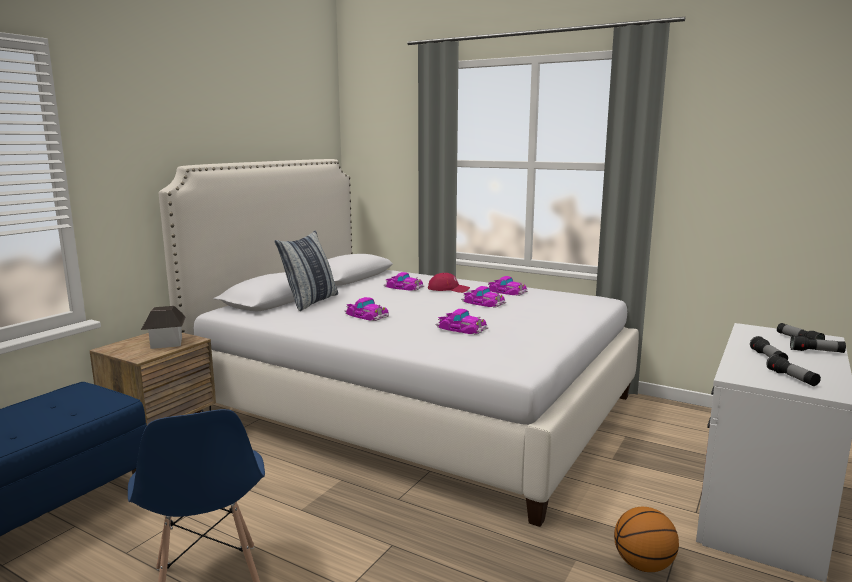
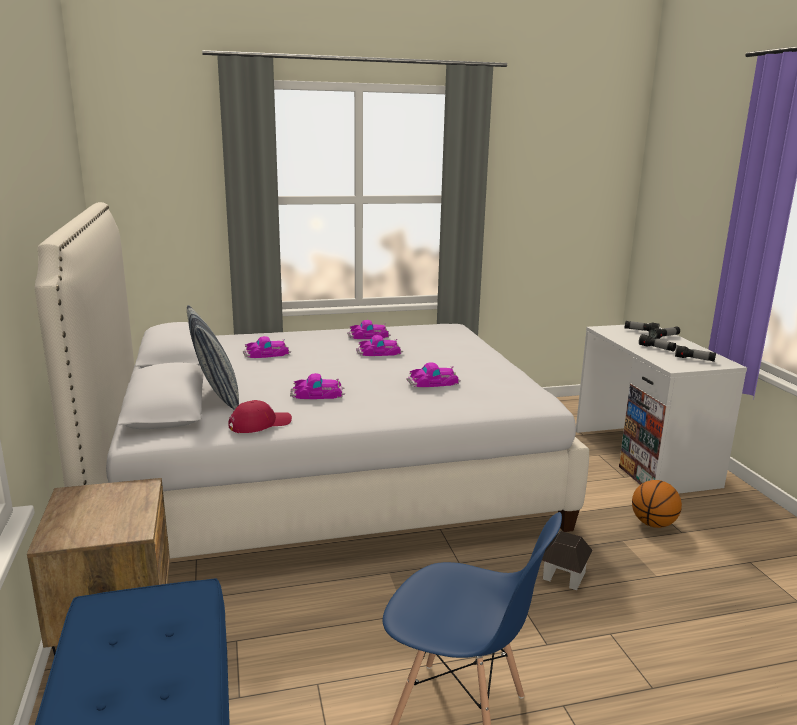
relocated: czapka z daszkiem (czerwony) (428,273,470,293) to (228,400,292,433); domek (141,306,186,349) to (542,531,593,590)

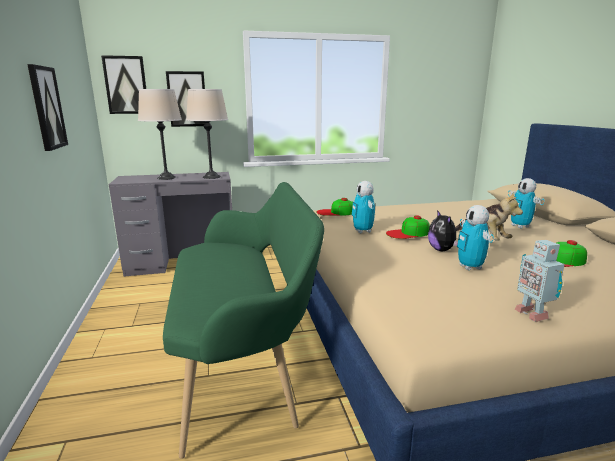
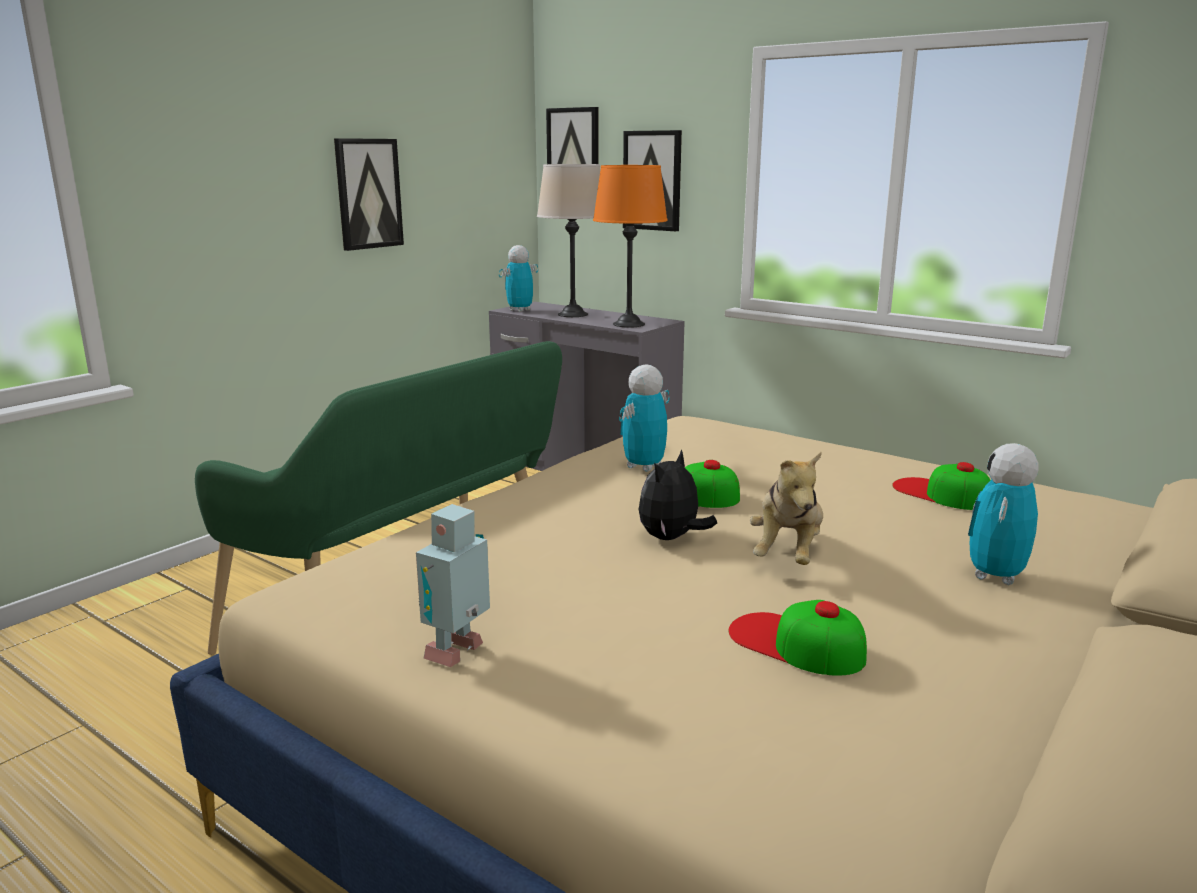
relocated: robot zabawkowy (457,205,494,271) to (499,245,538,312); czapka z daszkiem (316,198,353,216) to (892,462,990,510)
colour: lampa stołowa (beżowy) (186,89,228,179) to lampa stołowa (pomarańczowy) (593,165,668,328)

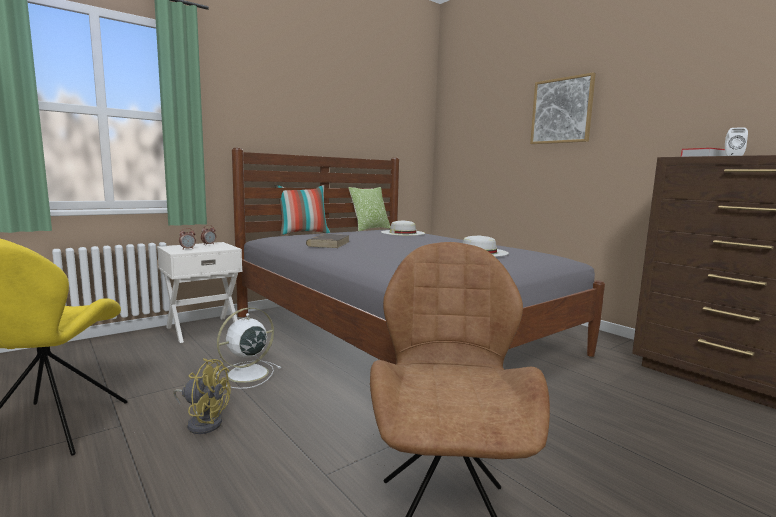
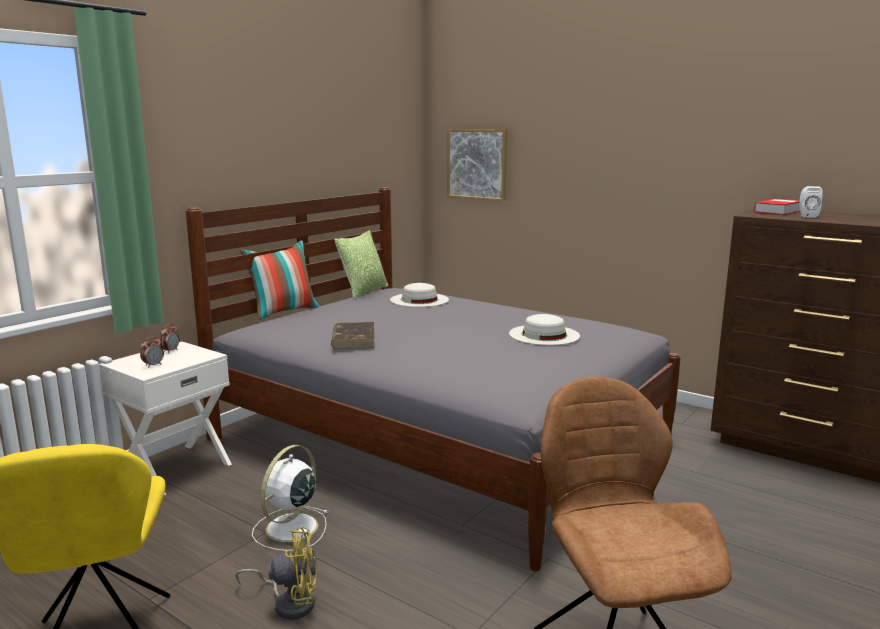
relocated: obraz (530,72,596,144) to (447,129,508,201)

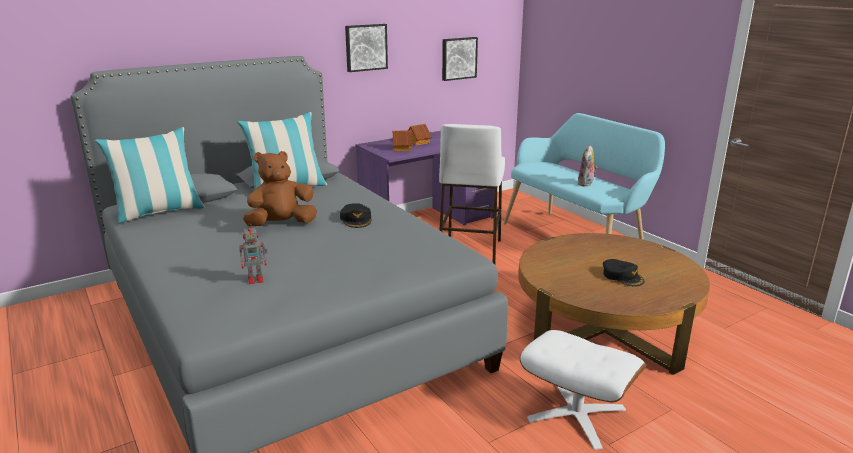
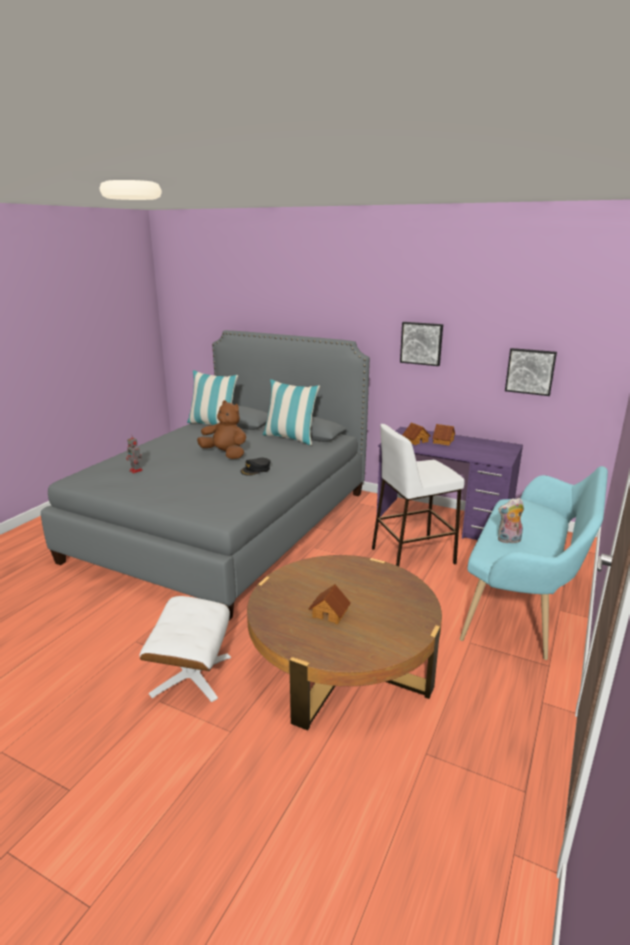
exchanged: czapka z daszkiem (czarny) (603,259,645,287) to domek (308,584,351,624)

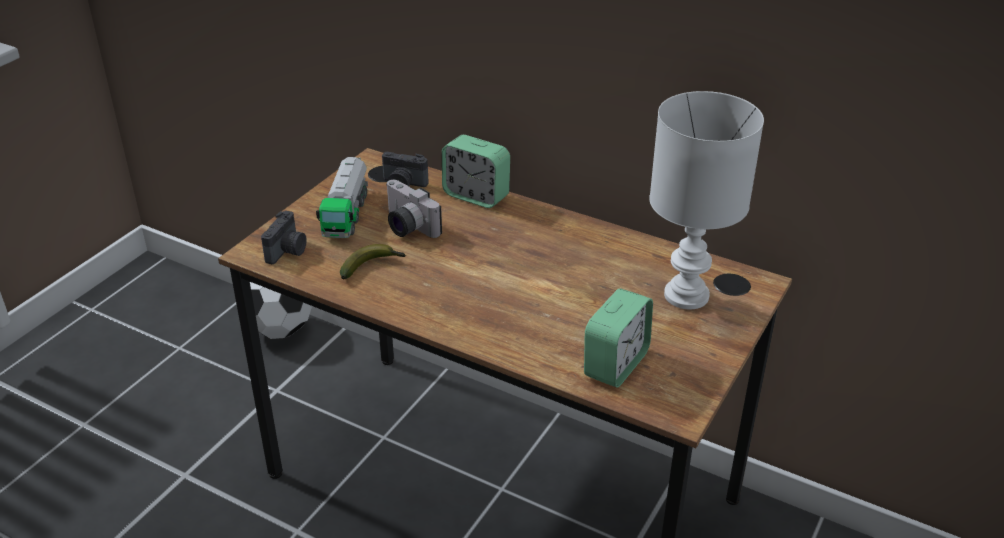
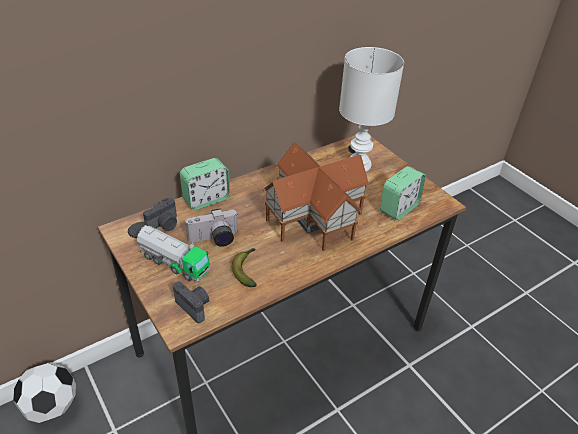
appeared: domek (263,142,370,251)
spun: budzik (584,288,653,387) = (380,166,426,220) 75 degrees clockwise

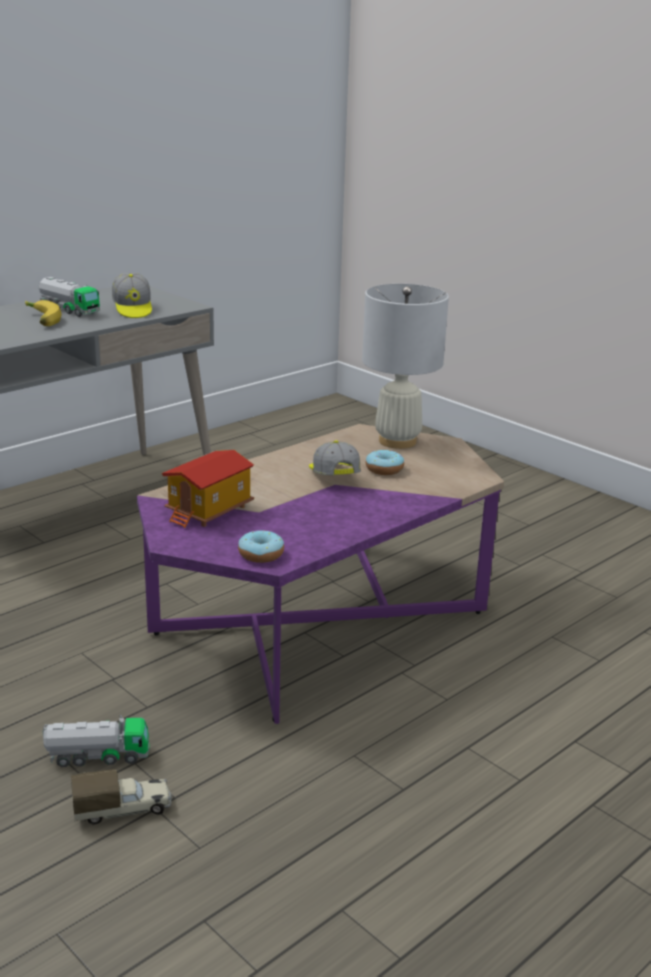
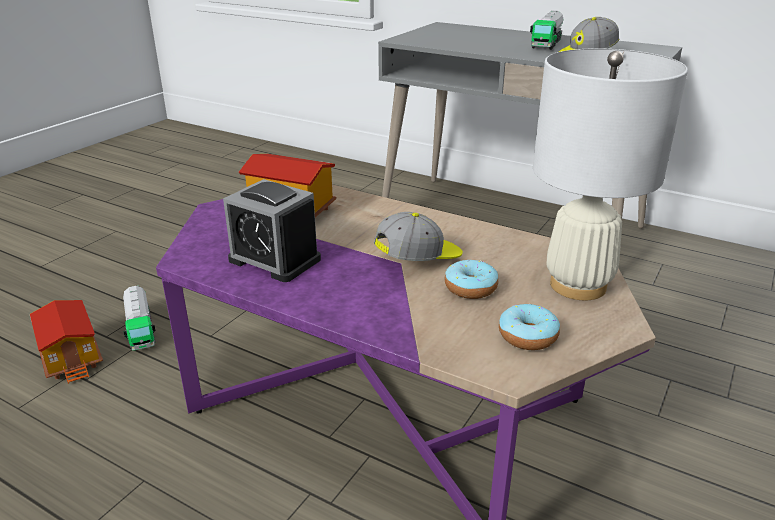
missing: banan (25,300,62,326)
appeared: budzik (223,179,321,282)
relocated: donut (238,530,284,563) to (499,304,560,350)
exchanged: ciężarówka zabawkowa (71,769,172,824) to domek (30,300,103,384)

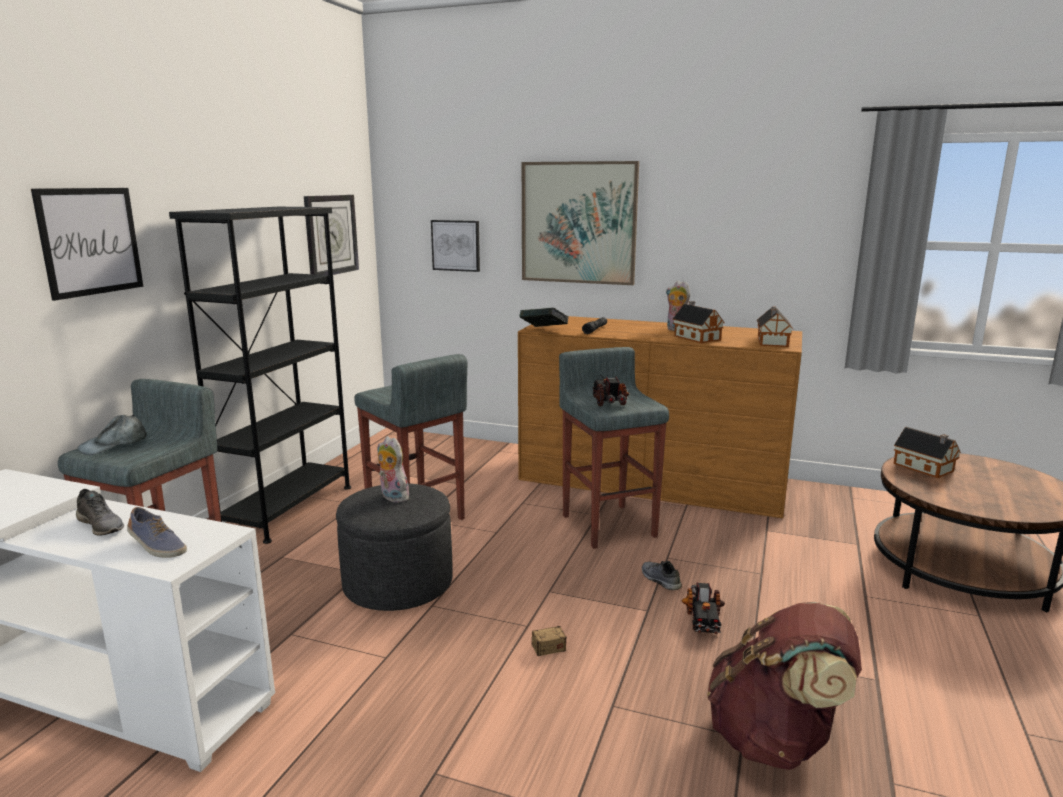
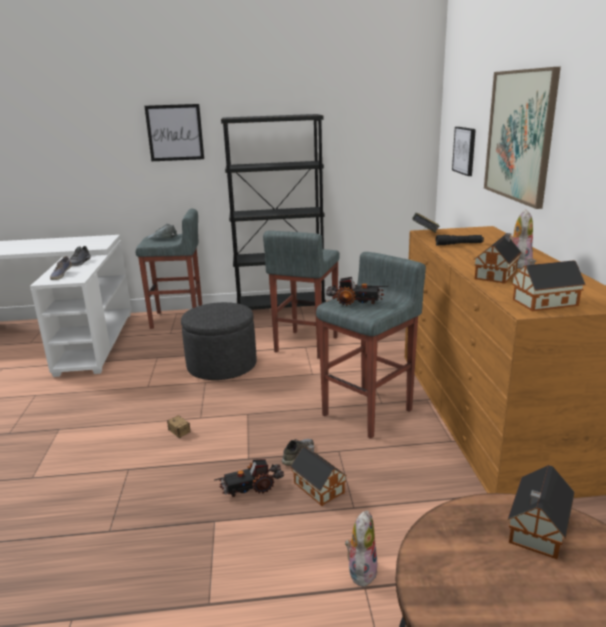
missing: zegar ścienny (304,195,359,275); plecak (brązowy) (707,602,862,770)
appeared: domek (290,444,347,506)
relocated: pluszak (377,436,410,503) to (345,511,378,589)
spun: ciężarówka zabawkowa (592,374,629,406) = (326,277,388,306) 45 degrees clockwise

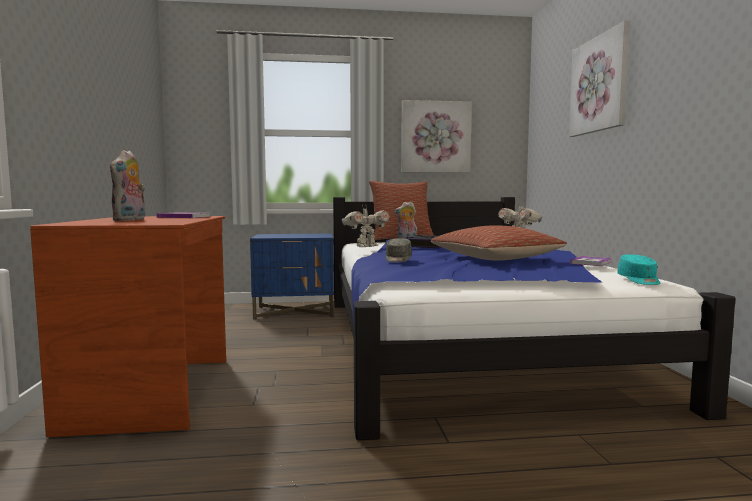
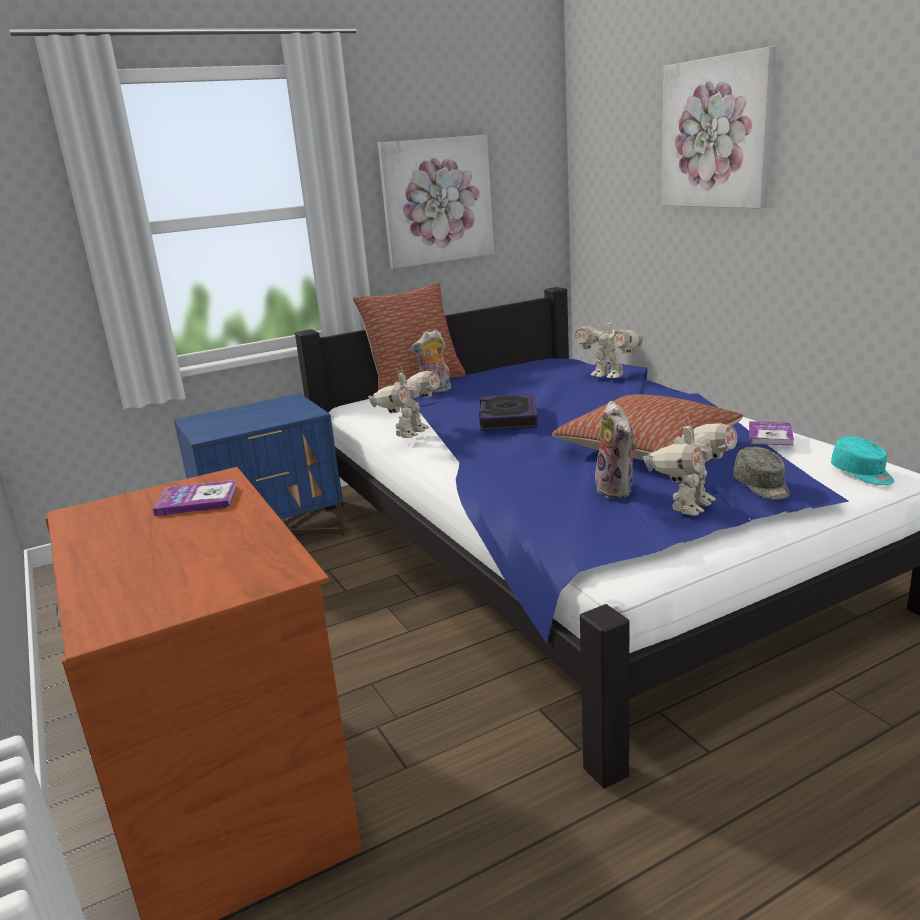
appeared: robot zabawkowy (643,418,737,516)
relocated: pluszak (110,150,145,221) to (594,401,636,498); czapka z daszkiem (szary) (386,238,412,262) to (733,447,790,499)

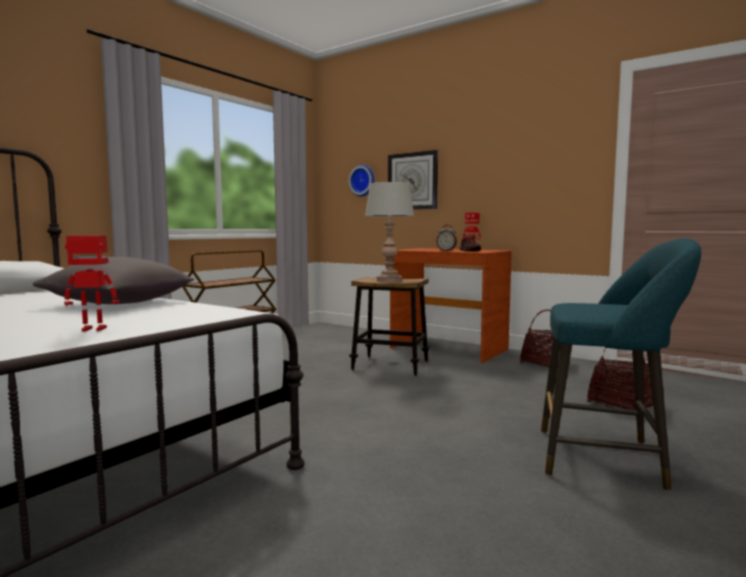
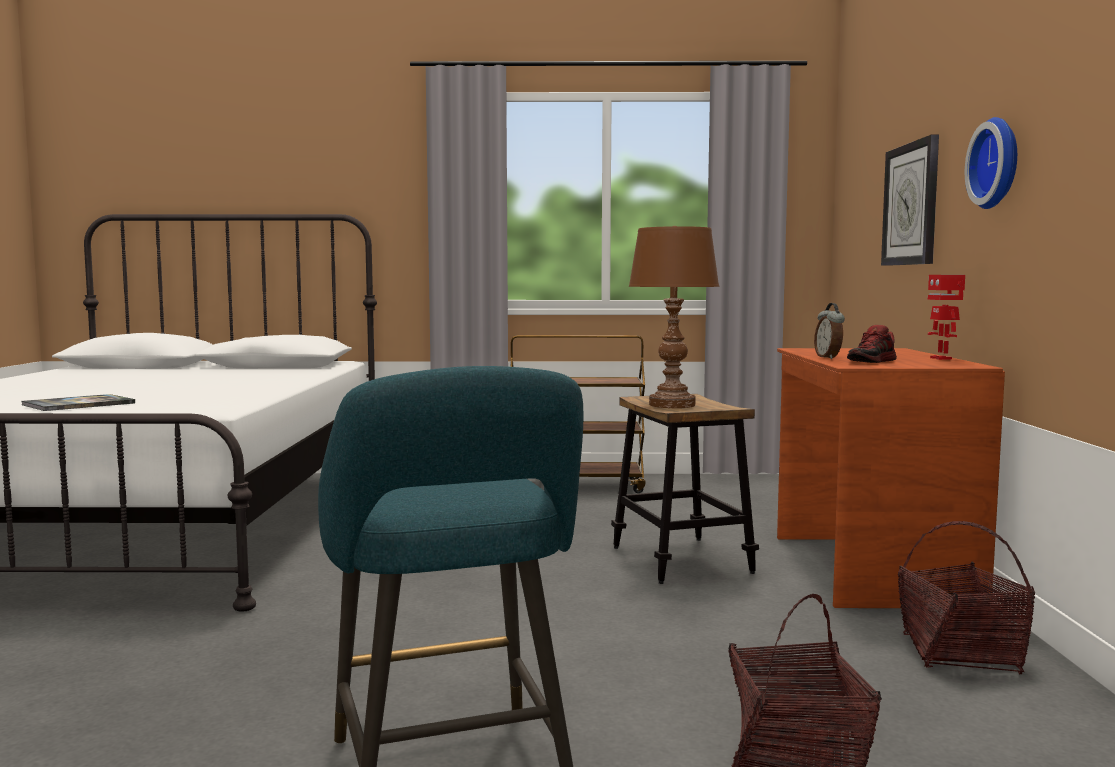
missing: poduszka (szary) (33,257,194,304)
relocated: zegar ścienny (349,165,374,197) to (965,117,1017,209)
exchanged: robot zabawkowy (64,235,120,332) to książka (22,394,135,411)
colour: lampa stołowa (szary) (365,182,414,283) to lampa stołowa (brązowy) (629,226,719,408)

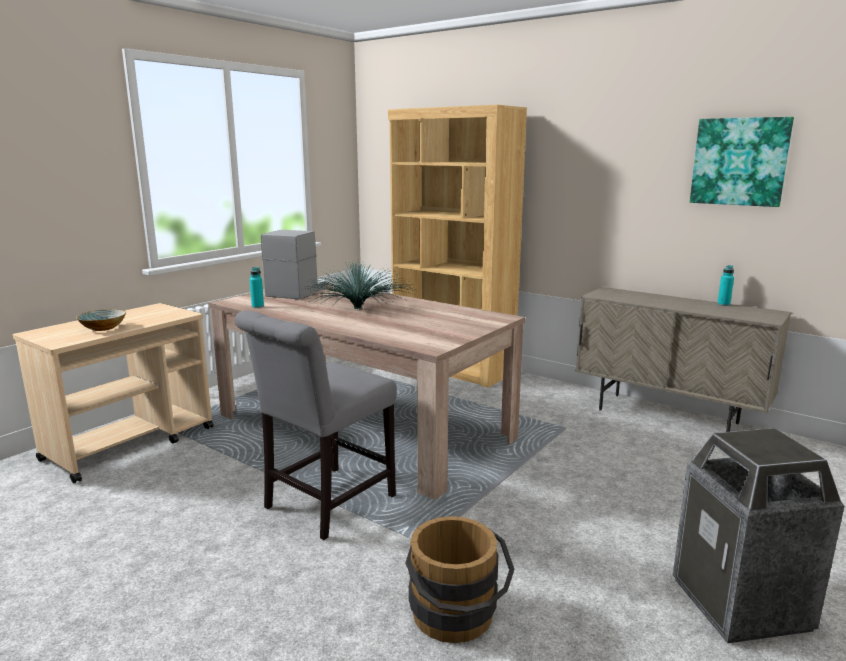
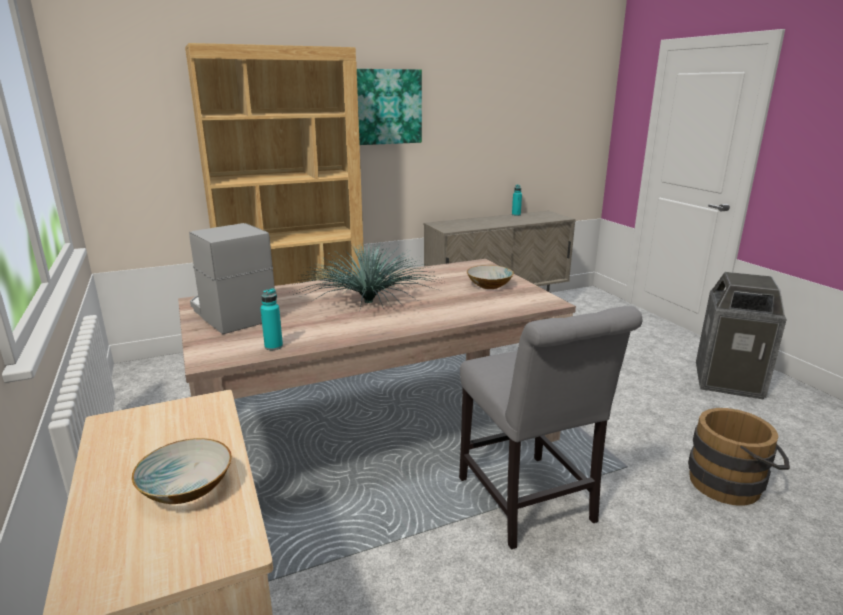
appeared: miska (467,265,514,289)
relocated: obraz (690,117,794,207) to (357,69,422,145)

